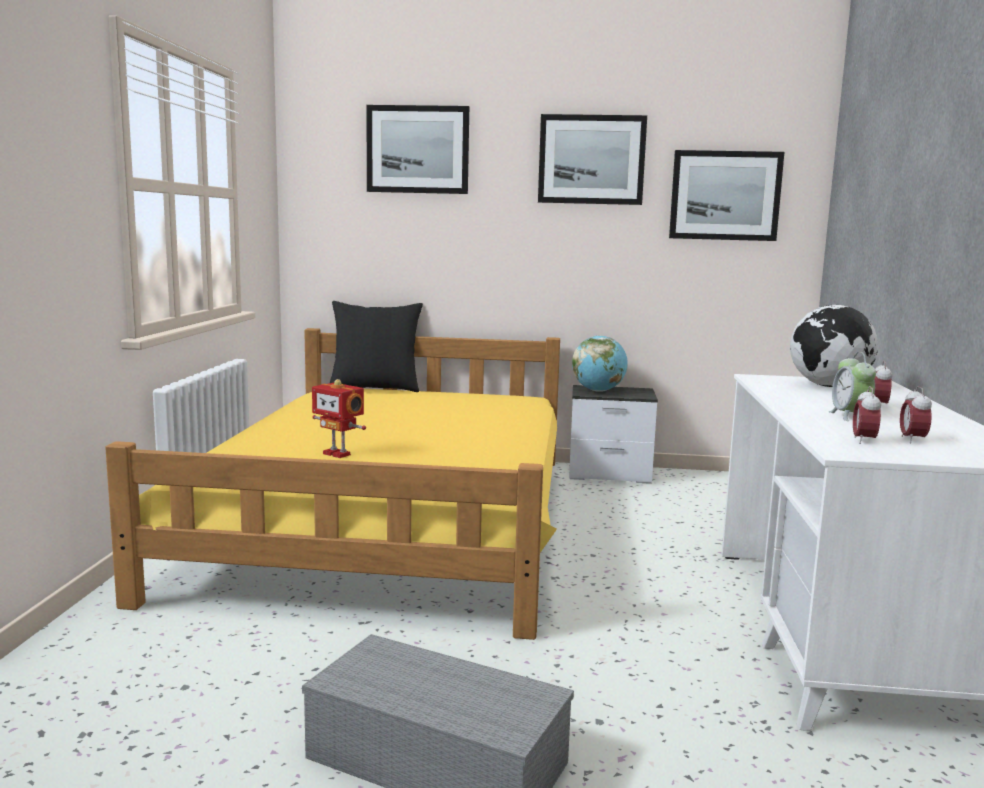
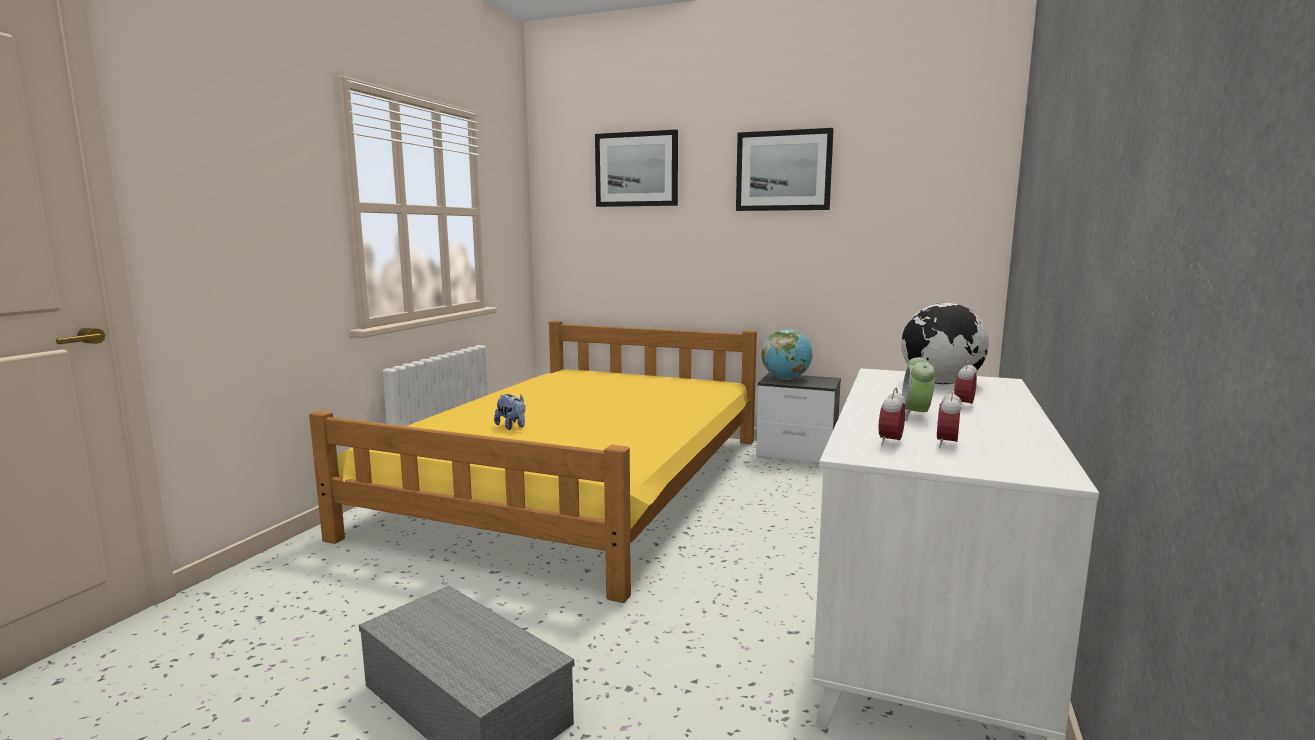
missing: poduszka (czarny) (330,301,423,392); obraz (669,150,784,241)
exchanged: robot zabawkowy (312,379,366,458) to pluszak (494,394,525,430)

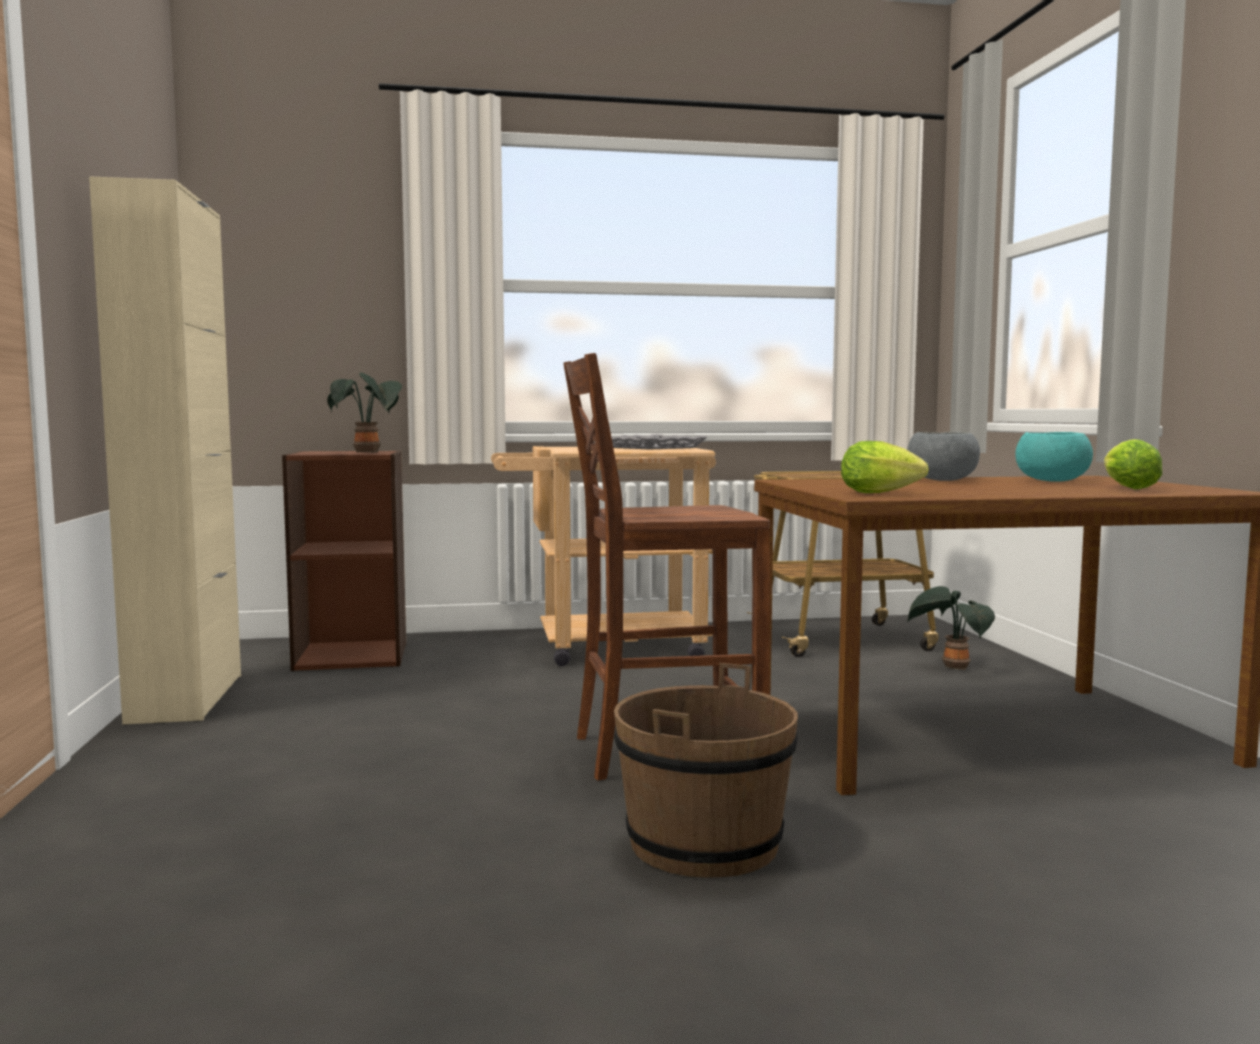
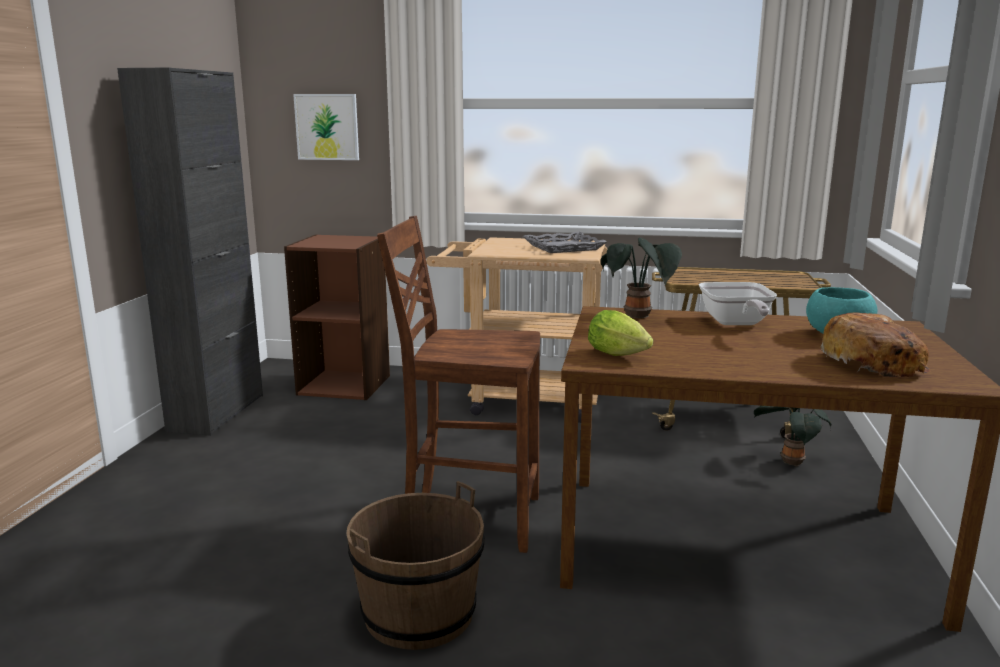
appeared: obraz (293,94,359,160)
relocated: roślina doniczkowa (327,372,402,453) to (601,238,682,318)
exchanged: miska (szary) (907,432,980,481) to patelnia (699,282,777,325); sałata (1104,439,1162,489) to chleb (820,313,930,377)
colour: szafka (beżowy) (89,177,241,725) to szafka (czarny) (117,67,263,436)

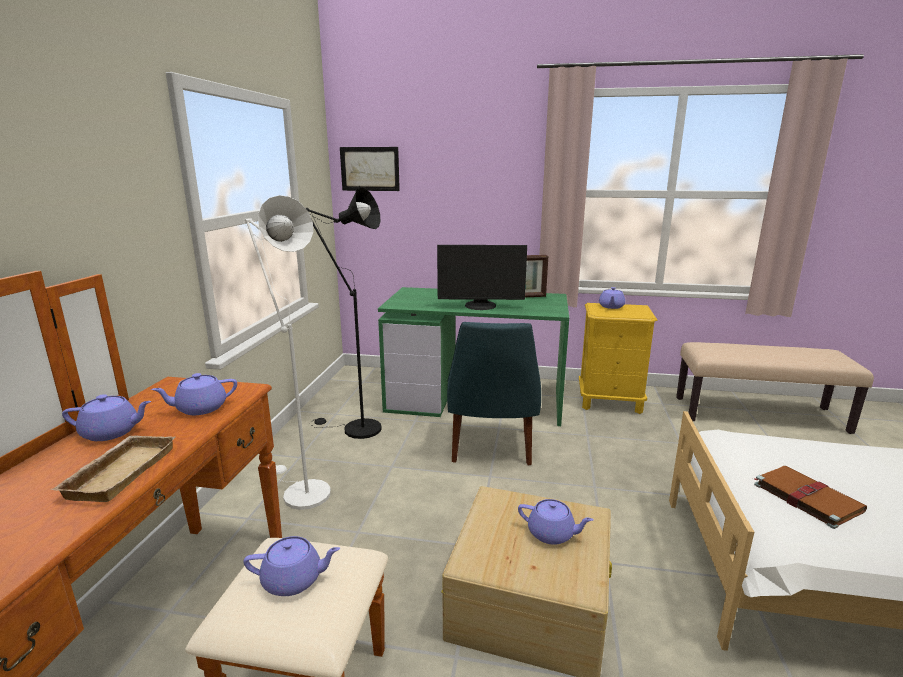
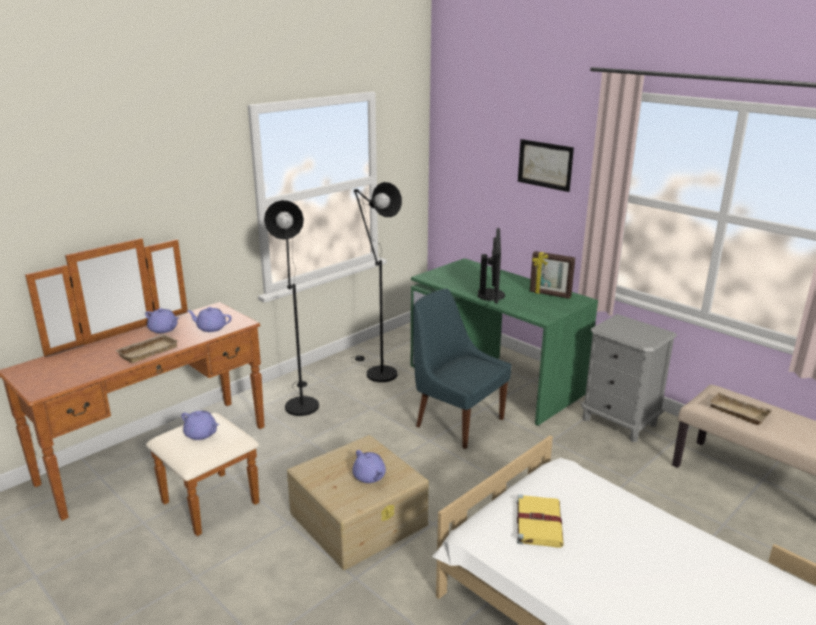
missing: imbryk (fioletowy) (599,287,625,309)
appeared: taca (beżowy) (707,392,772,425)
relocated: obraz (340,147,400,191) to (518,139,574,192)
colour: lampa stojąca (biały) (243,195,331,510) to lampa stojąca (czarny) (264,200,319,416); książka (brązowy) (753,466,867,529) to książka (żółty) (517,495,564,548); szafka nocna (żółty) (579,303,657,414) to szafka nocna (szary) (581,314,677,442)
spun: krzesło (niebieski) (447,322,541,465) = (413,289,512,449) 90 degrees clockwise; monitor (437,245,527,310) = (478,228,505,304) 120 degrees counterclockwise

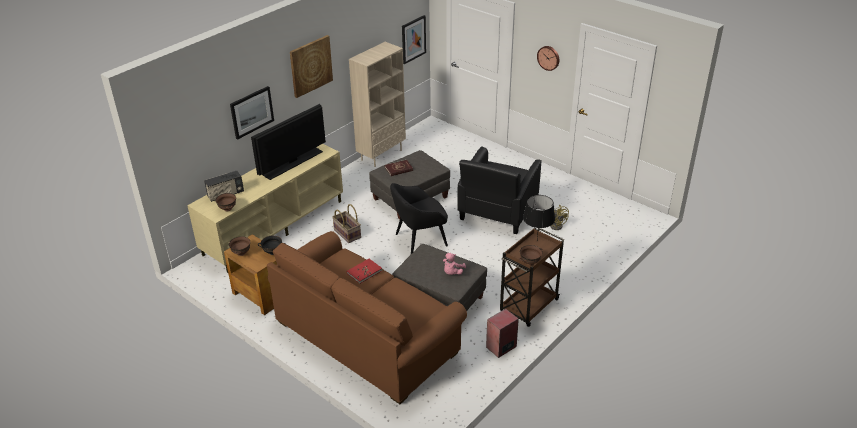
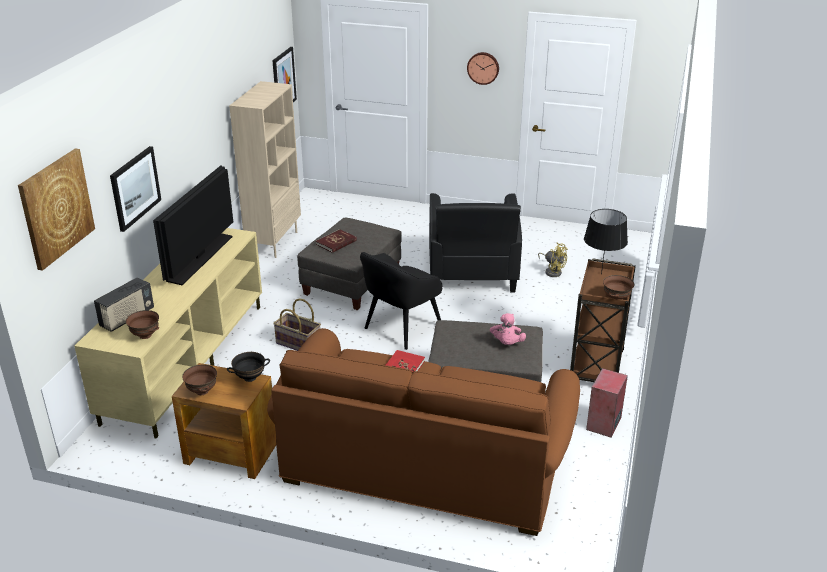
relocated: obraz (290,35,333,98) to (18,149,95,271)

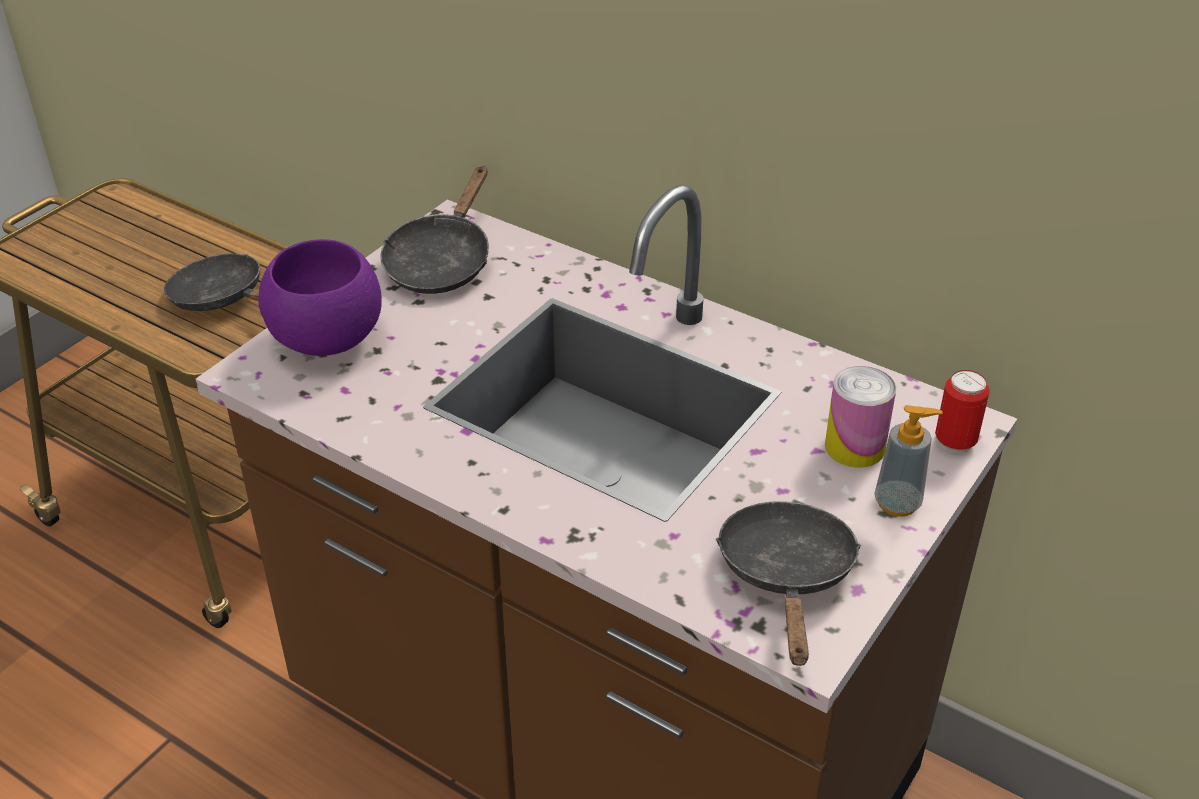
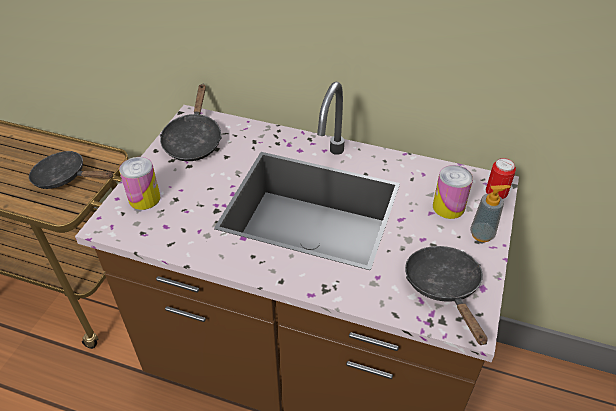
exchanged: miska (fioletowy) (258,239,382,356) to puszka (119,157,160,210)

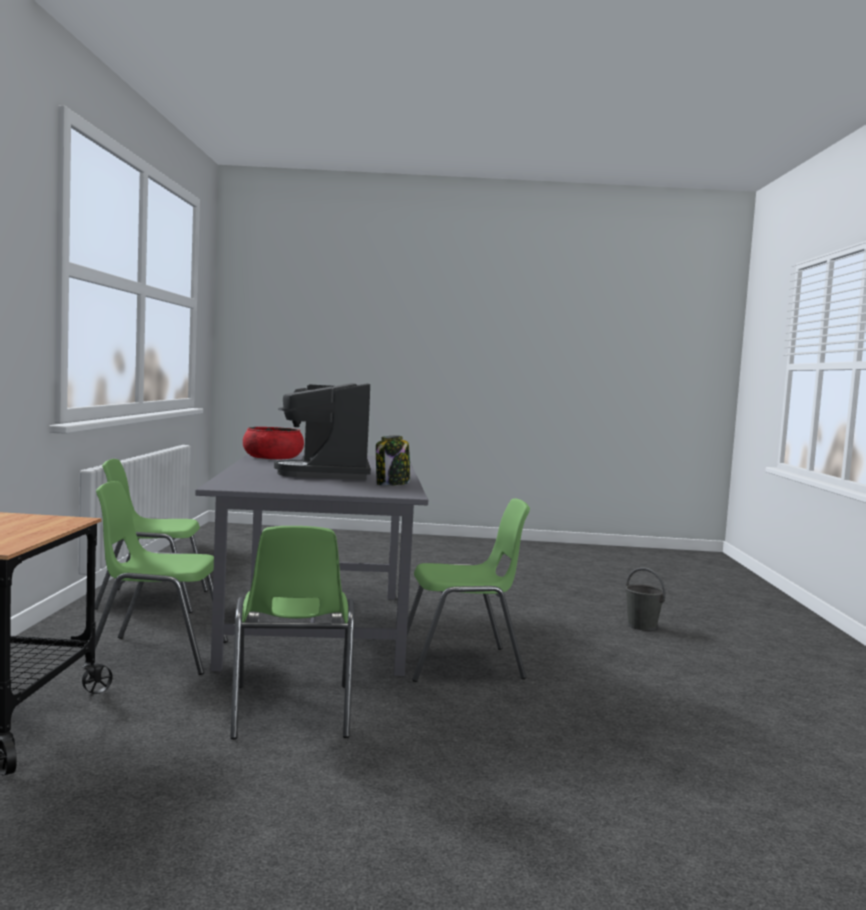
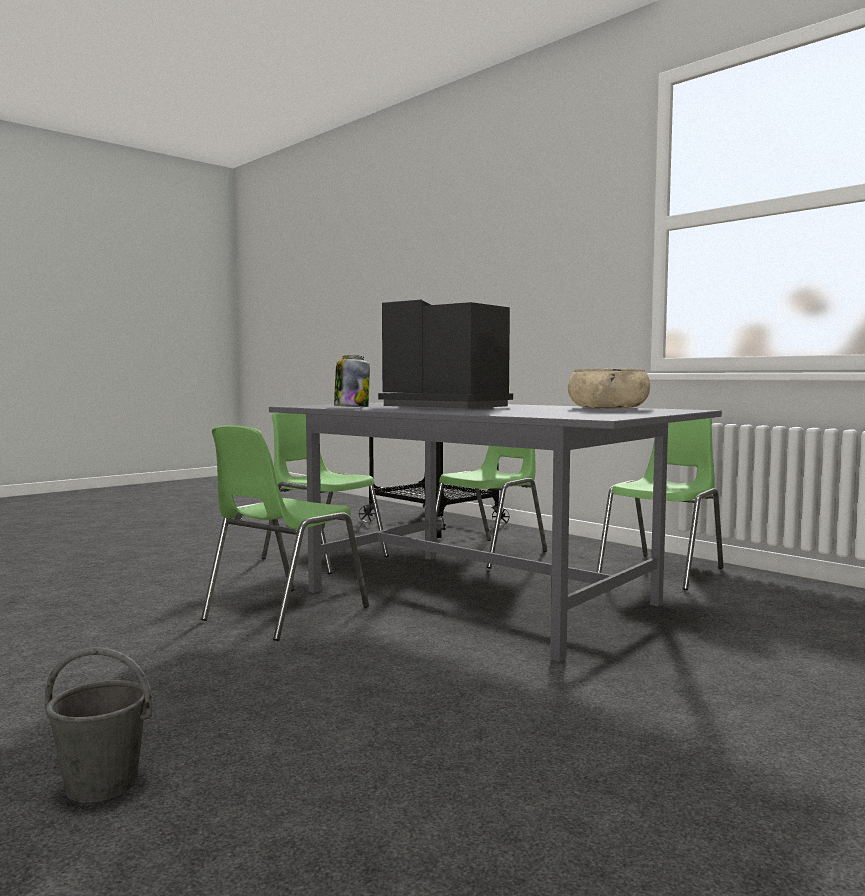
colour: miska (czerwony) (243,427,304,459) to miska (beżowy) (568,369,650,408)

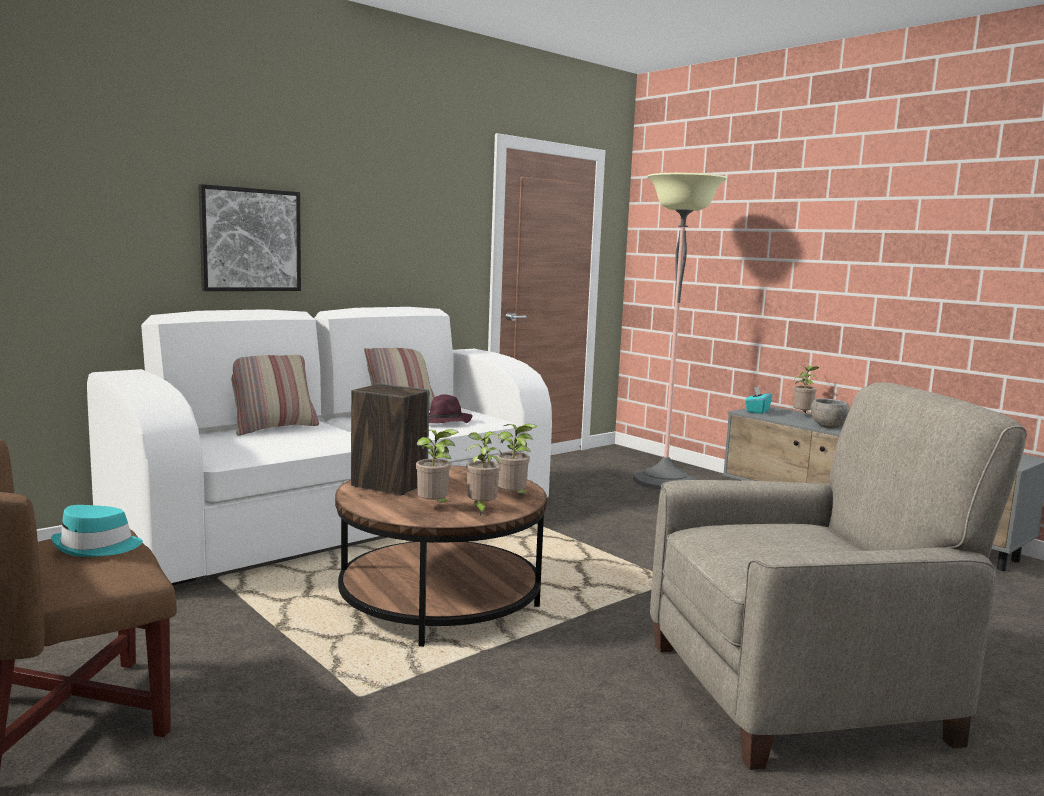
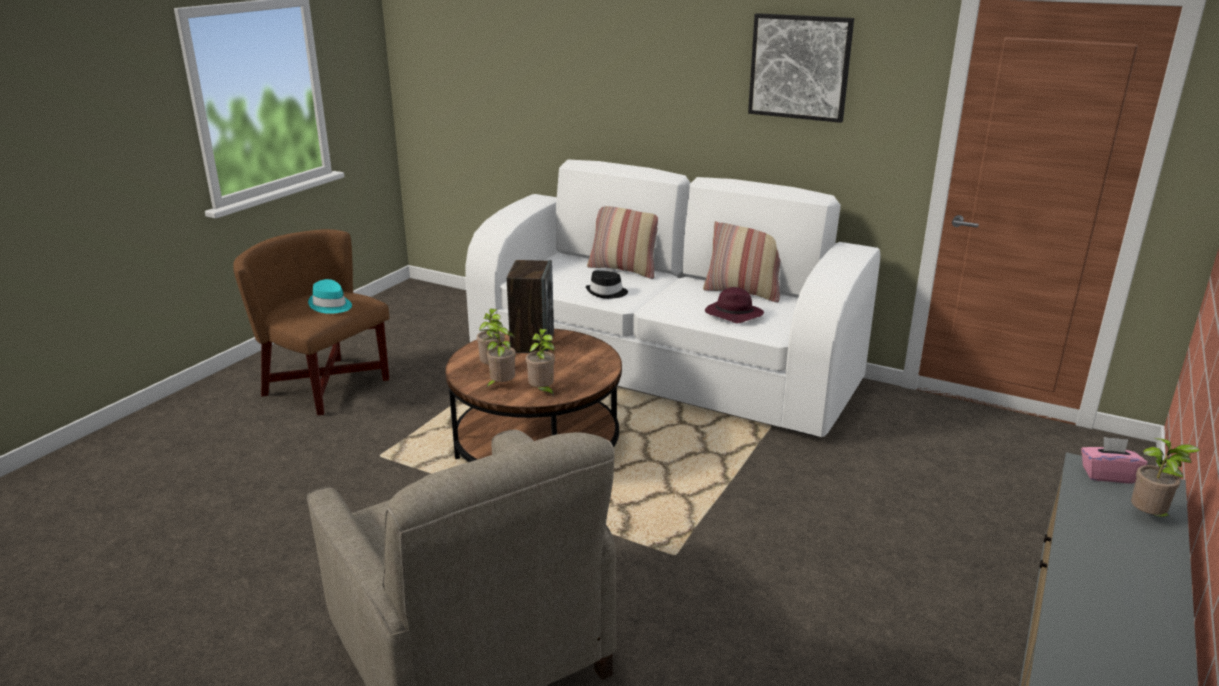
missing: lampa stojąca (633,173,727,490); miska (szary) (811,398,850,429)
appeared: kapelusz (czarny) (586,271,628,299)
relocated: obraz (198,184,301,291) to (748,13,854,123)
colour: pudełko chusteczek (turkusowy) (745,386,772,414) to pudełko chusteczek (różowy) (1081,437,1148,483)

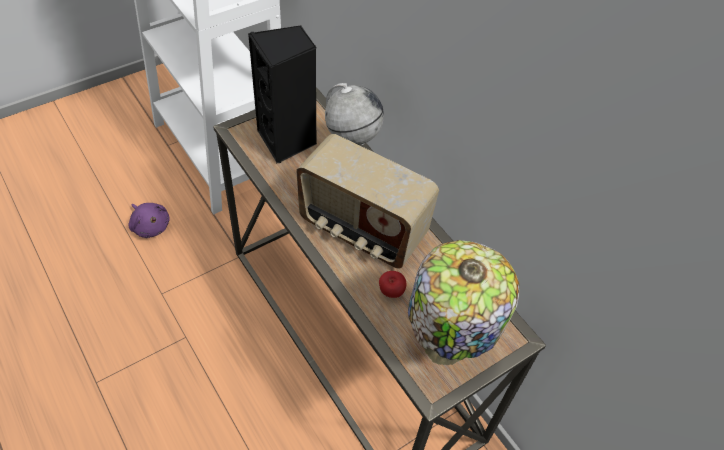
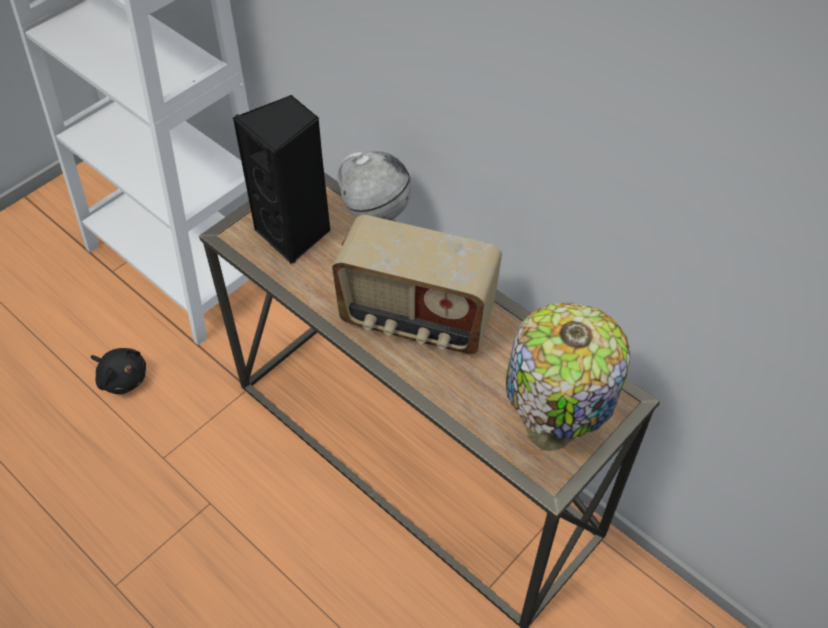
missing: jabłko (379,271,406,298)
colour: pluszak (fioletowy) (129,203,170,238) to pluszak (czarny) (91,348,146,394)

